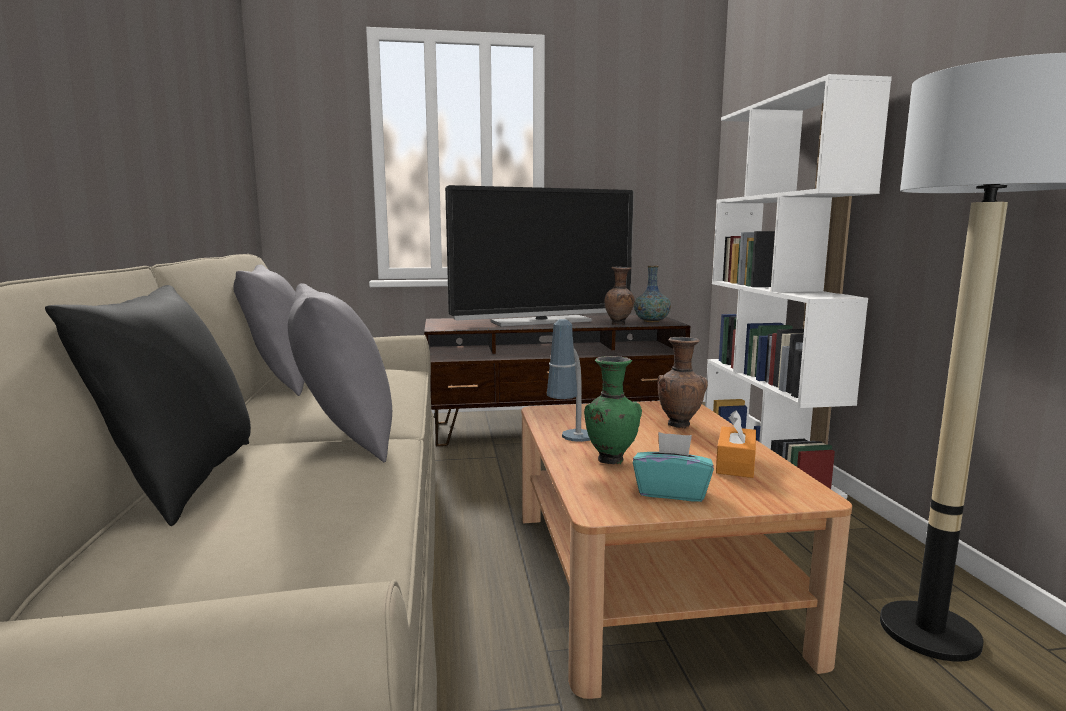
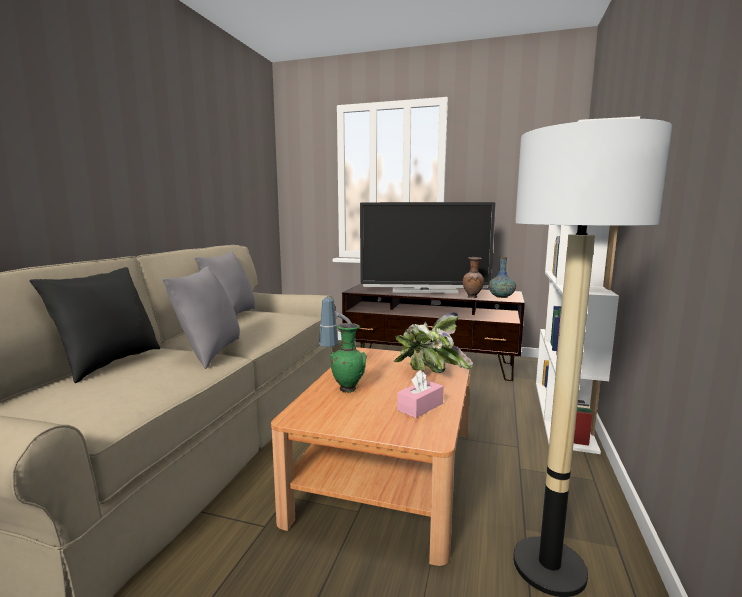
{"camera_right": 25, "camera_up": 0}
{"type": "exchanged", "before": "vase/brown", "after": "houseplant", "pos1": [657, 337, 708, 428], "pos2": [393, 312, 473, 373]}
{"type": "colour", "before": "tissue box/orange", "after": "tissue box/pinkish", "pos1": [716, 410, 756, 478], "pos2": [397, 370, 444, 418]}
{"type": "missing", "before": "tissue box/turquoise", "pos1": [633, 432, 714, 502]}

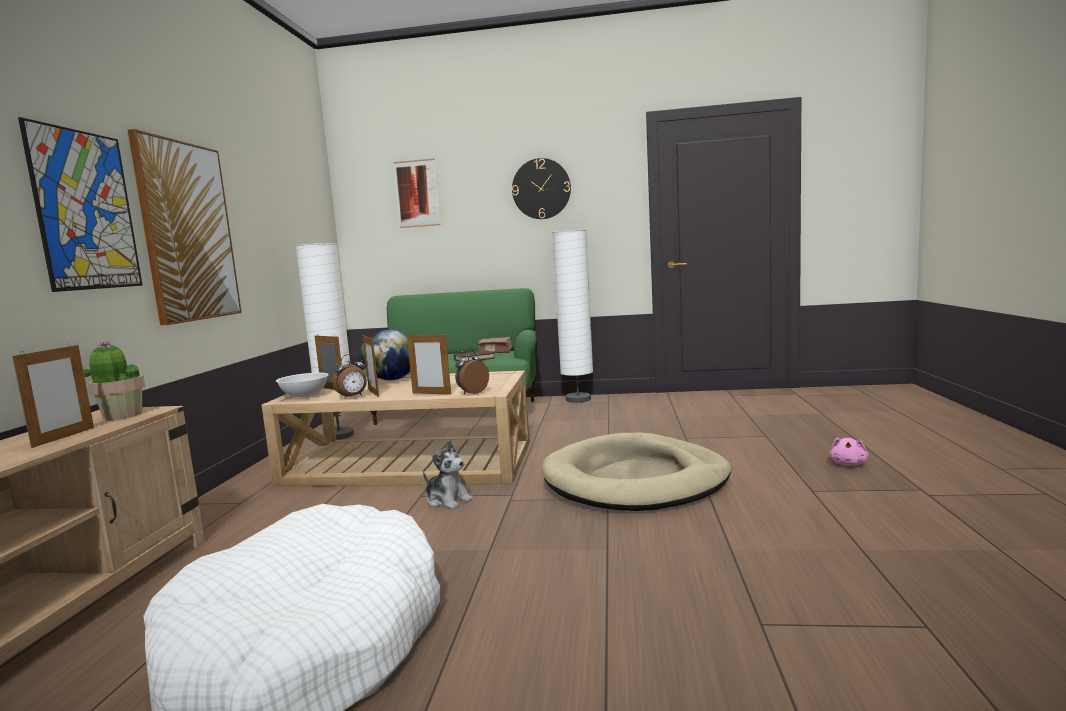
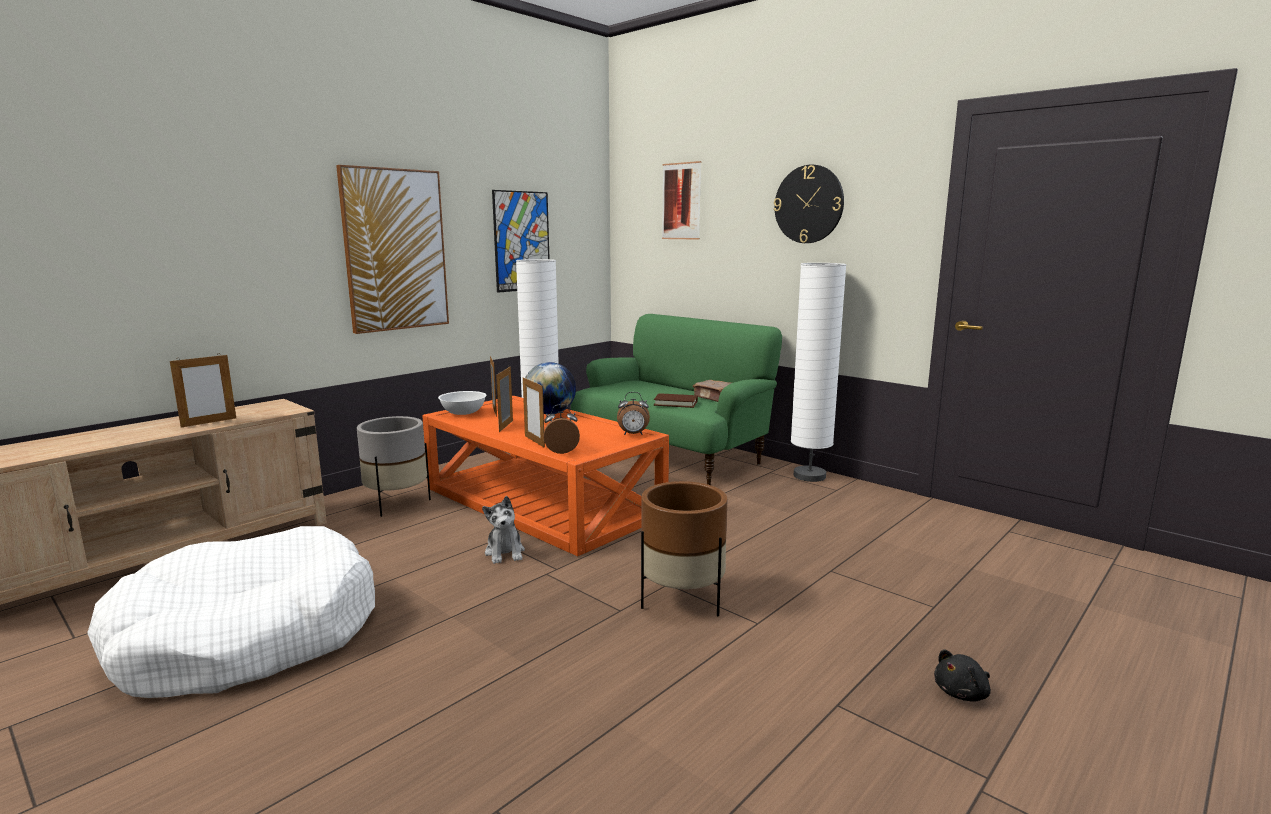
{"camera_right": 35, "camera_up": 5}
{"type": "relocated", "before": "wall art", "pos1": [18, 117, 143, 292], "pos2": [492, 190, 550, 293]}
{"type": "missing", "before": "houseplant", "pos1": [83, 341, 145, 420]}
{"type": "relocated", "before": "table clock", "pos1": [332, 354, 367, 399], "pos2": [617, 392, 650, 435]}
{"type": "colour", "before": "coffee table/beige", "after": "coffee table/orange", "pos1": [262, 371, 530, 487], "pos2": [422, 396, 669, 556]}
{"type": "exchanged", "before": "dog cushion/beige", "after": "flower pot/brown", "pos1": [542, 433, 731, 511], "pos2": [641, 481, 728, 617]}
{"type": "colour", "before": "soft toy/pinkish", "after": "soft toy/black-coloured", "pos1": [830, 437, 868, 466], "pos2": [934, 649, 991, 702]}
{"type": "appeared", "after": "flower pot/grey", "pos2": [357, 416, 431, 517]}

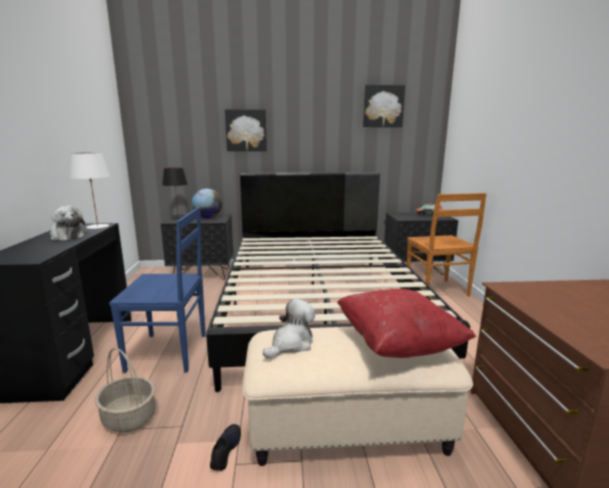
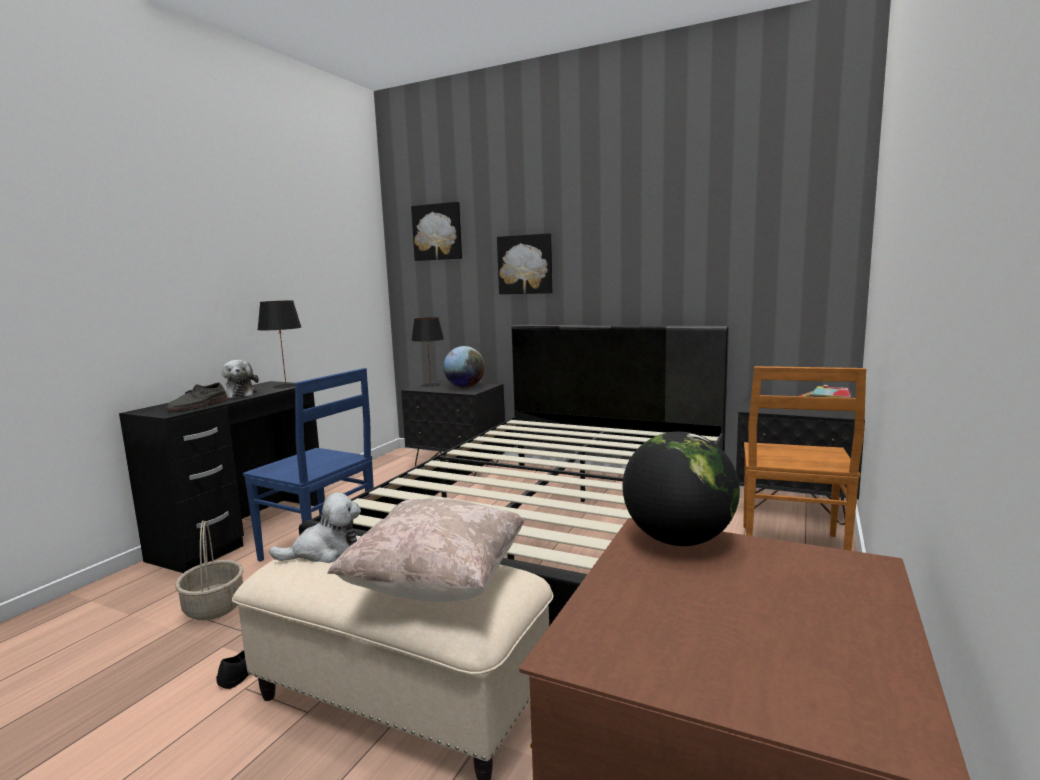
{"camera_right": 30, "camera_up": -5}
{"type": "relocated", "before": "wall art", "pos1": [363, 85, 405, 127], "pos2": [411, 202, 462, 261]}
{"type": "colour", "before": "tabletop lamp/whitish", "after": "tabletop lamp/black-coloured", "pos1": [69, 152, 110, 229], "pos2": [257, 300, 301, 389]}
{"type": "colour", "before": "throw pillow/red", "after": "throw pillow/beige", "pos1": [337, 289, 476, 358], "pos2": [327, 498, 524, 602]}
{"type": "appeared", "after": "low shoe/grey", "pos2": [165, 383, 228, 411]}
{"type": "appeared", "after": "desk globe", "pos2": [623, 432, 740, 546]}

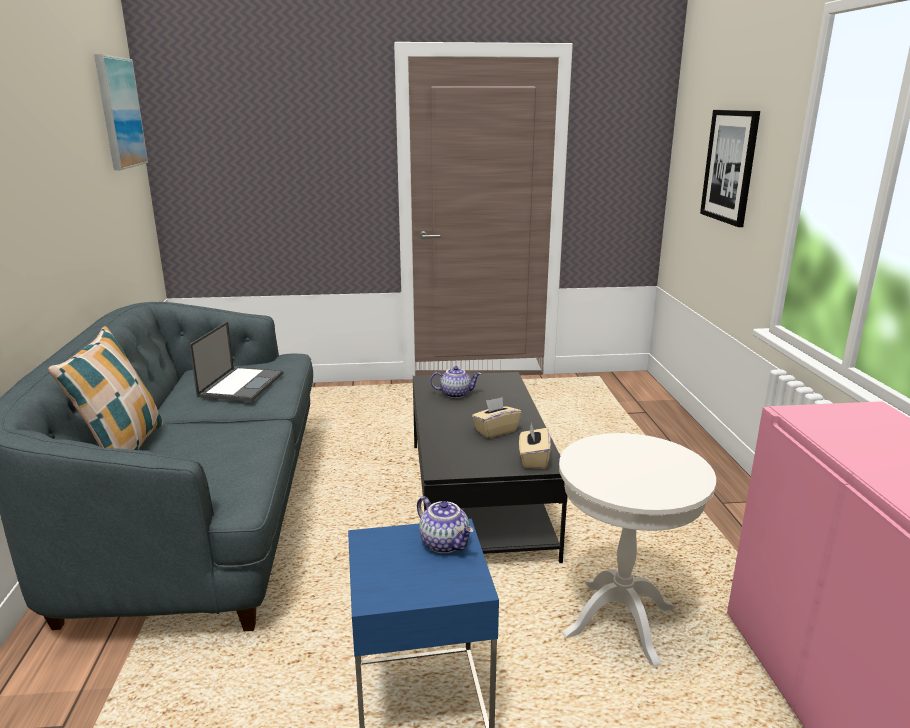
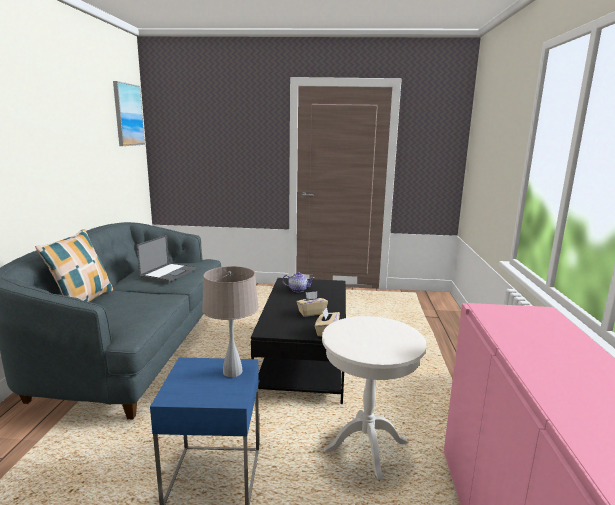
{"camera_right": 10, "camera_up": -5}
{"type": "missing", "before": "wall art", "pos1": [700, 110, 760, 227]}
{"type": "exchanged", "before": "pot for tea", "after": "tabletop lamp/beige", "pos1": [417, 496, 474, 554], "pos2": [202, 266, 259, 377]}

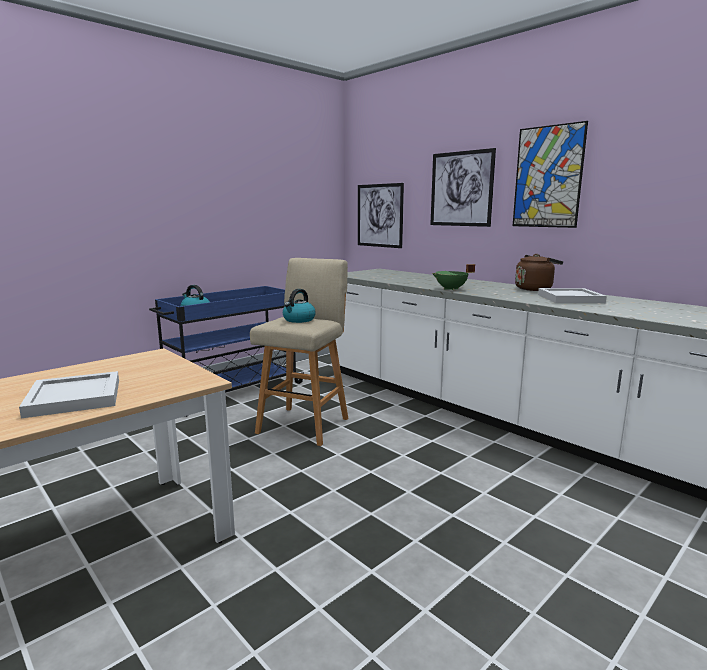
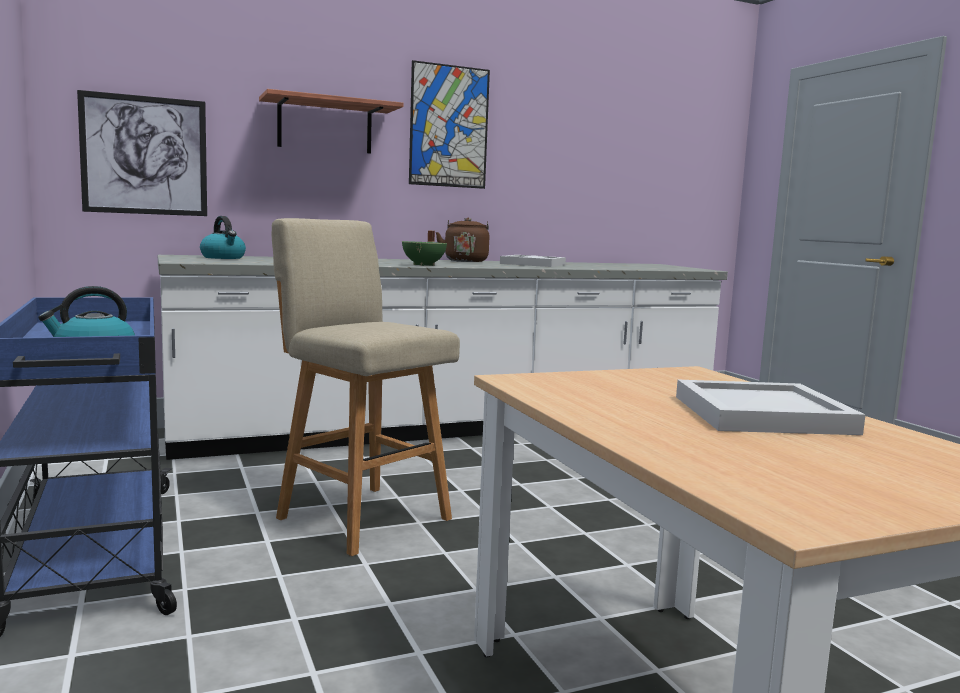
{"camera_right": -70, "camera_up": -5}
{"type": "exchanged", "before": "wall art", "after": "bracket shelf", "pos1": [430, 148, 496, 227], "pos2": [259, 89, 403, 154]}
{"type": "relocated", "before": "tea kettle", "pos1": [283, 289, 316, 323], "pos2": [200, 216, 246, 259]}

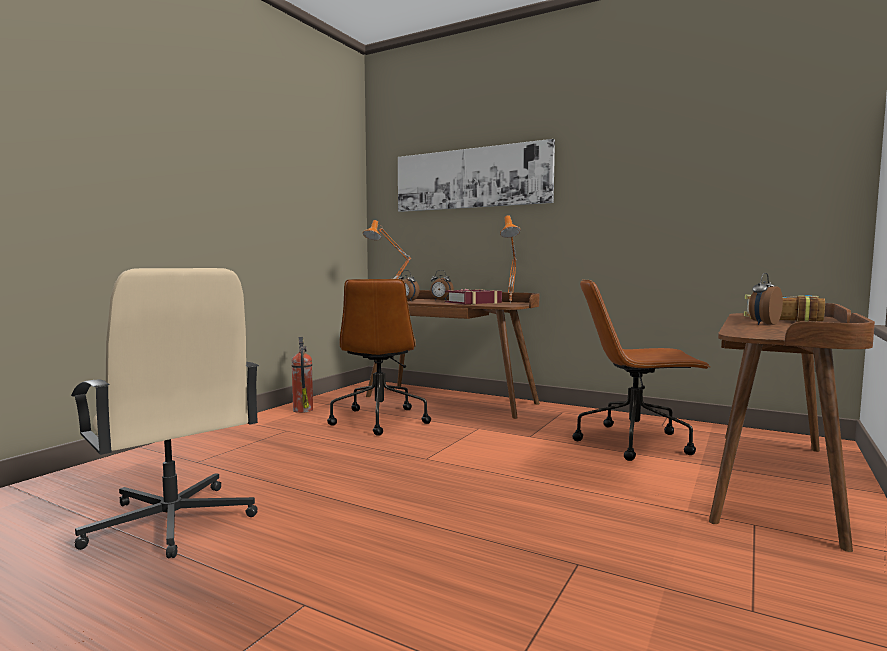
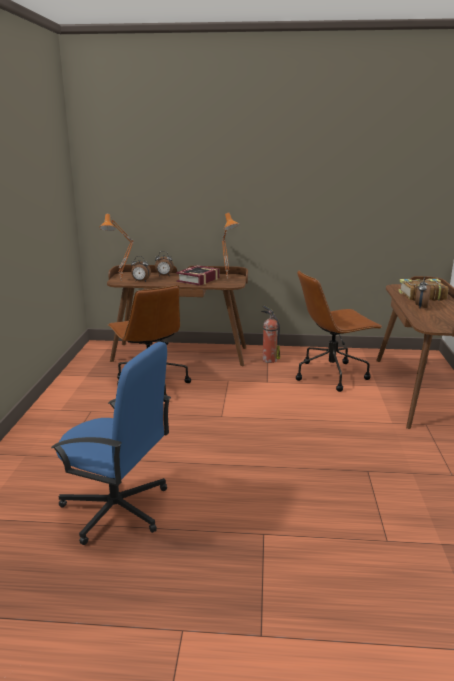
{"camera_right": -25, "camera_up": 15}
{"type": "missing", "before": "wall art", "pos1": [398, 139, 555, 212]}
{"type": "colour", "before": "computer chair/beige", "after": "computer chair/blue-coloured", "pos1": [71, 268, 259, 558], "pos2": [51, 342, 171, 545]}
{"type": "relocated", "before": "extinguisher", "pos1": [291, 337, 313, 413], "pos2": [261, 306, 280, 363]}

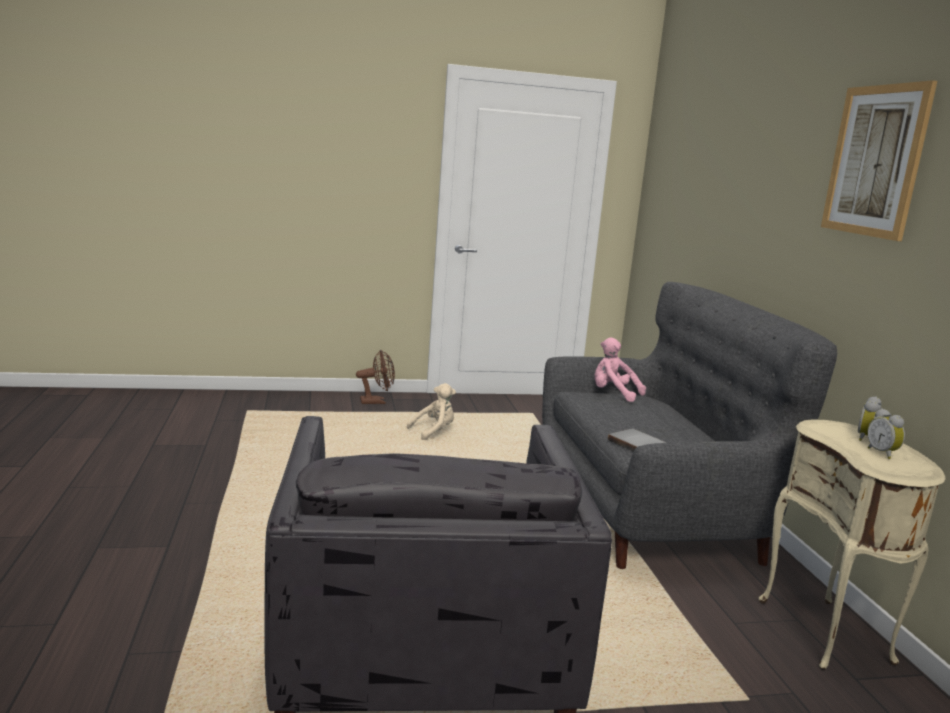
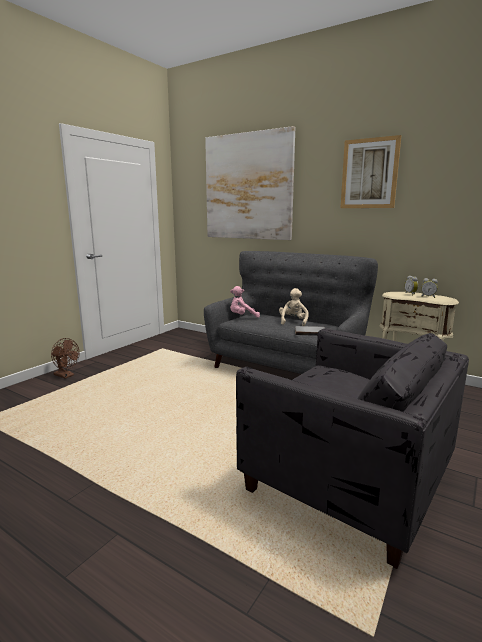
{"camera_right": -45, "camera_up": 0}
{"type": "spun", "before": "cooling fan/brown", "pos1": [356, 350, 395, 404], "pos2": [51, 338, 79, 379], "turn": 90}
{"type": "relocated", "before": "soft toy/beige", "pos1": [407, 383, 456, 440], "pos2": [279, 288, 309, 326]}
{"type": "appeared", "after": "wall art", "pos2": [205, 126, 295, 240]}

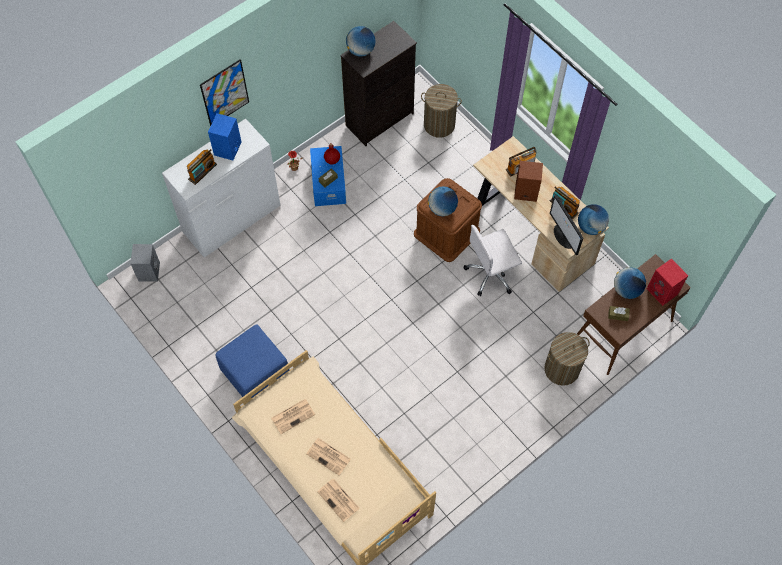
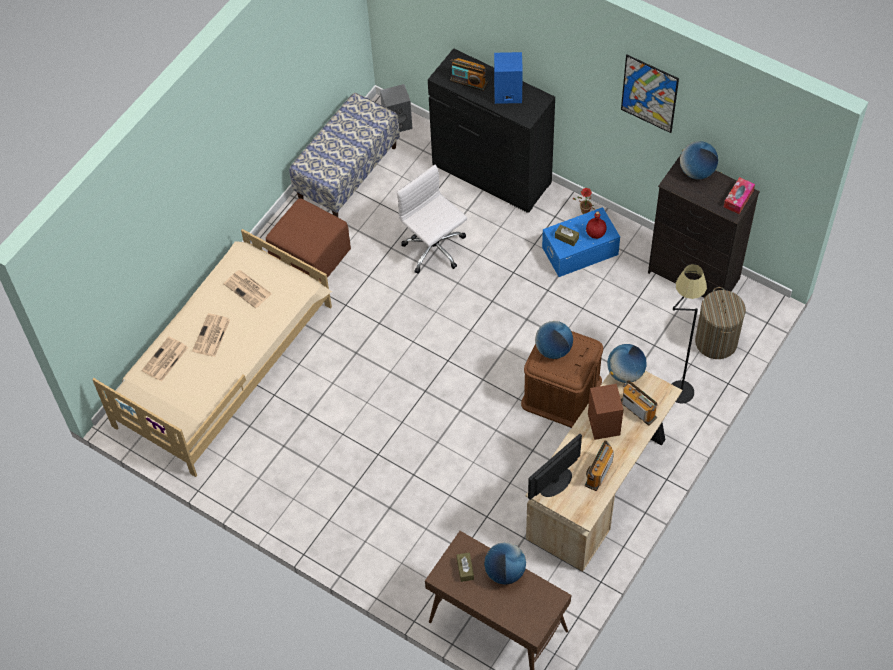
{"camera_right": 75, "camera_up": -5}
{"type": "relocated", "before": "wall art", "pos1": [200, 59, 249, 126], "pos2": [621, 55, 679, 133]}
{"type": "colour", "before": "dresser/whitish", "after": "dresser/black-coloured", "pos1": [162, 119, 281, 258], "pos2": [428, 48, 555, 213]}
{"type": "relocated", "before": "desk globe", "pos1": [578, 204, 609, 235], "pos2": [607, 344, 647, 383]}
{"type": "relocated", "before": "computer chair/whitish", "pos1": [464, 225, 522, 296], "pos2": [397, 165, 467, 274]}
{"type": "missing", "before": "loudspeaker/red", "pos1": [647, 258, 688, 306]}
{"type": "colour", "before": "ottoman/blue-coloured", "after": "ottoman/brown", "pos1": [215, 324, 289, 398], "pos2": [266, 199, 351, 281]}
{"type": "missing", "before": "hamper", "pos1": [544, 332, 590, 386]}
{"type": "appeared", "after": "indoor bench", "pos2": [289, 93, 400, 217]}
{"type": "appeared", "after": "tissue box", "pos2": [724, 177, 755, 214]}
{"type": "appeared", "after": "standard lamp/black-coloured", "pos2": [672, 264, 707, 404]}

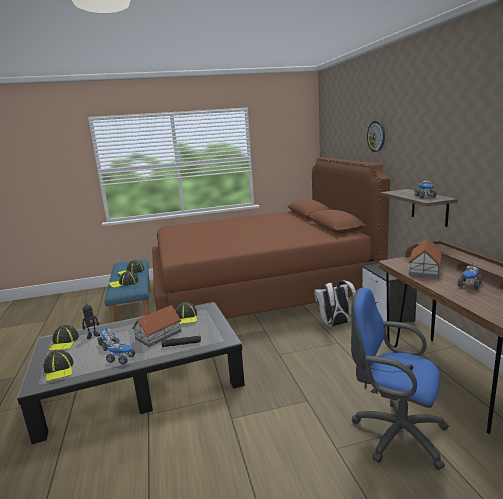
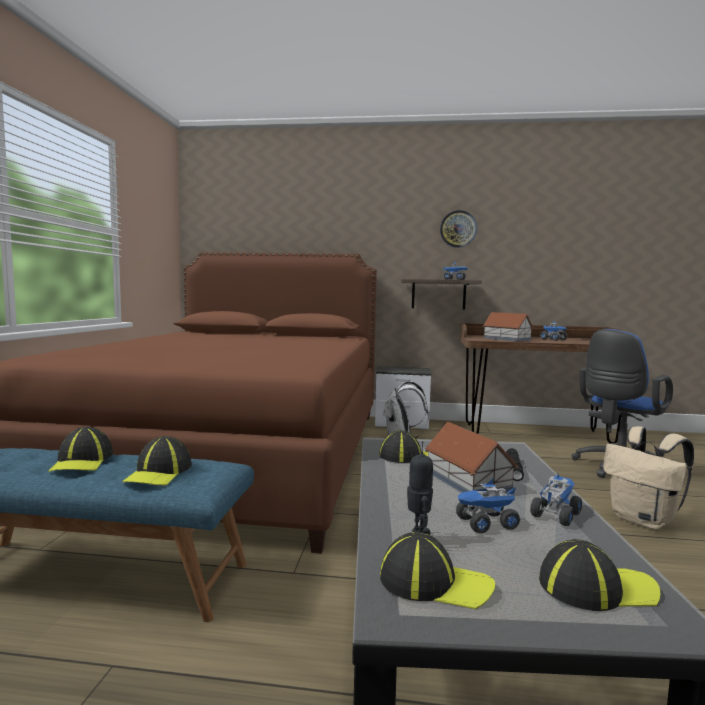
{"camera_right": -70, "camera_up": -10}
{"type": "relocated", "before": "clock on the wall", "pos1": [367, 121, 385, 152], "pos2": [440, 210, 477, 248]}
{"type": "appeared", "after": "backpack/beige", "pos2": [603, 426, 694, 530]}

